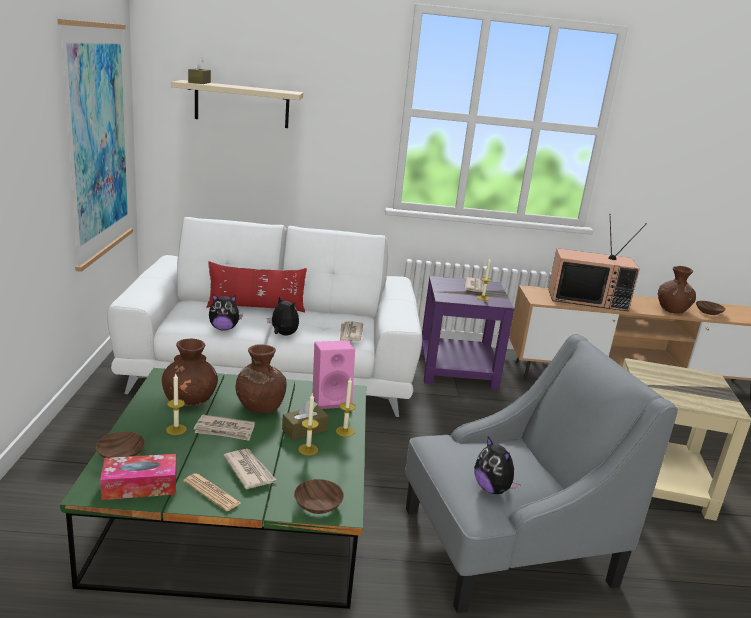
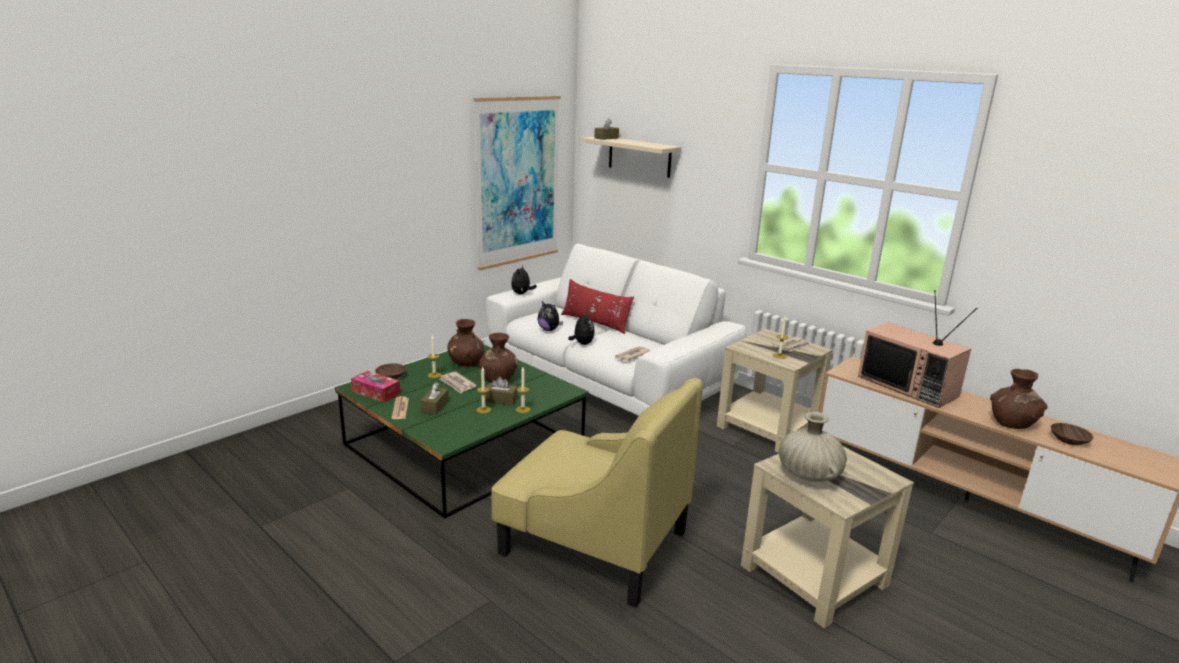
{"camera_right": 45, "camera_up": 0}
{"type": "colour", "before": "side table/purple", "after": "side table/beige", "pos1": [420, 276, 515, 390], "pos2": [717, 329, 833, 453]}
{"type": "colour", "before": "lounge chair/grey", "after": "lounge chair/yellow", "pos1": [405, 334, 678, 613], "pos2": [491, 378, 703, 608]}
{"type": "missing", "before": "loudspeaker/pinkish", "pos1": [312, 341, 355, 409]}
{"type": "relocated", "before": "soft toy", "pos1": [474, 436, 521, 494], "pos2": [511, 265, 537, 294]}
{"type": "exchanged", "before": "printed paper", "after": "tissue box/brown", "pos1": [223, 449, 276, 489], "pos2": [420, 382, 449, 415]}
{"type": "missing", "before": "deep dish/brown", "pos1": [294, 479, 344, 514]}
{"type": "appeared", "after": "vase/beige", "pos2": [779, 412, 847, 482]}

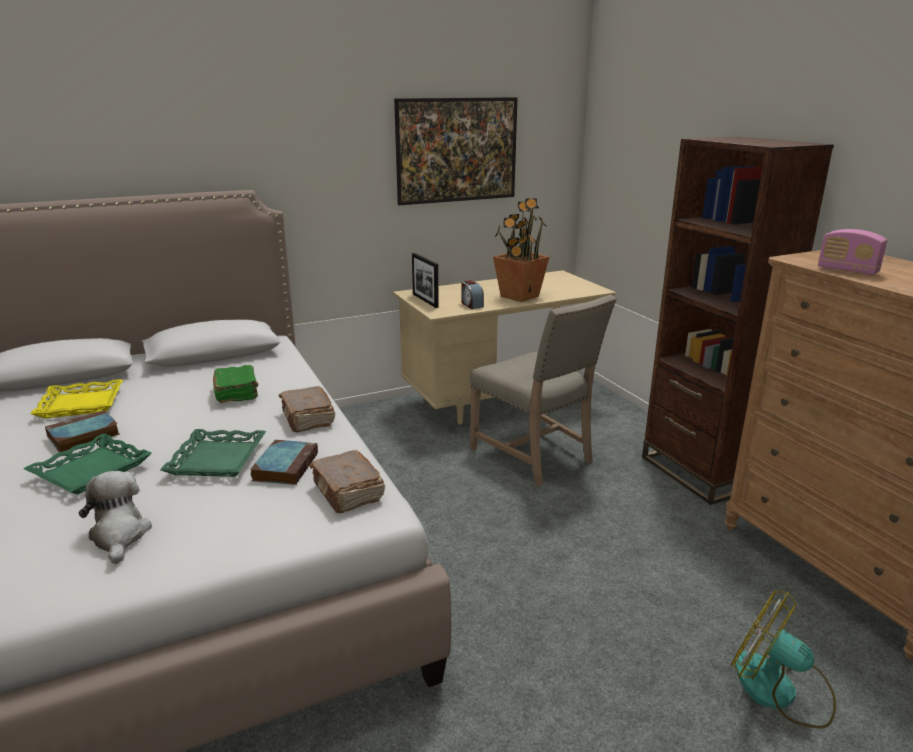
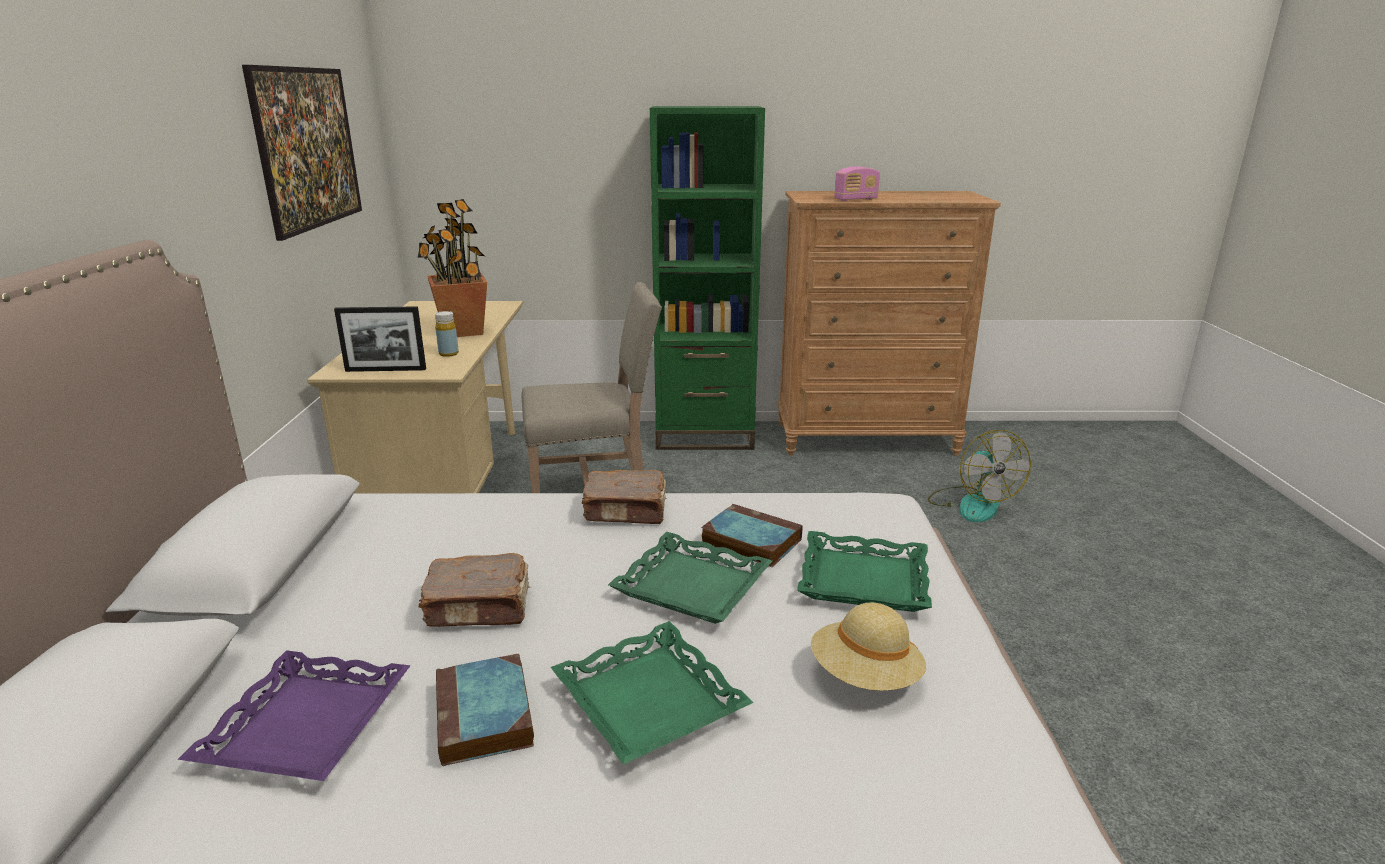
{"camera_right": -65, "camera_up": 0}
{"type": "colour", "before": "bookcase/brown", "after": "bookcase/greenish", "pos1": [642, 137, 834, 505], "pos2": [650, 106, 765, 450]}
{"type": "exchanged", "before": "table clock", "after": "drink bottle/yellow", "pos1": [462, 280, 484, 309], "pos2": [435, 311, 459, 357]}
{"type": "missing", "before": "book/greenish", "pos1": [213, 365, 258, 403]}
{"type": "colour", "before": "carrying tray/yellow", "after": "carrying tray/purple", "pos1": [30, 379, 123, 418], "pos2": [178, 650, 411, 781]}
{"type": "relocated", "before": "book/brown", "pos1": [309, 450, 385, 513], "pos2": [419, 553, 531, 627]}
{"type": "exchanged", "before": "soft toy", "after": "hat/beige", "pos1": [79, 471, 152, 564], "pos2": [811, 603, 926, 691]}
{"type": "spun", "before": "cooling fan", "pos1": [731, 590, 836, 728], "pos2": [928, 430, 1031, 522], "turn": -75}
{"type": "appeared", "after": "carrying tray/greenish", "pos2": [797, 531, 932, 612]}

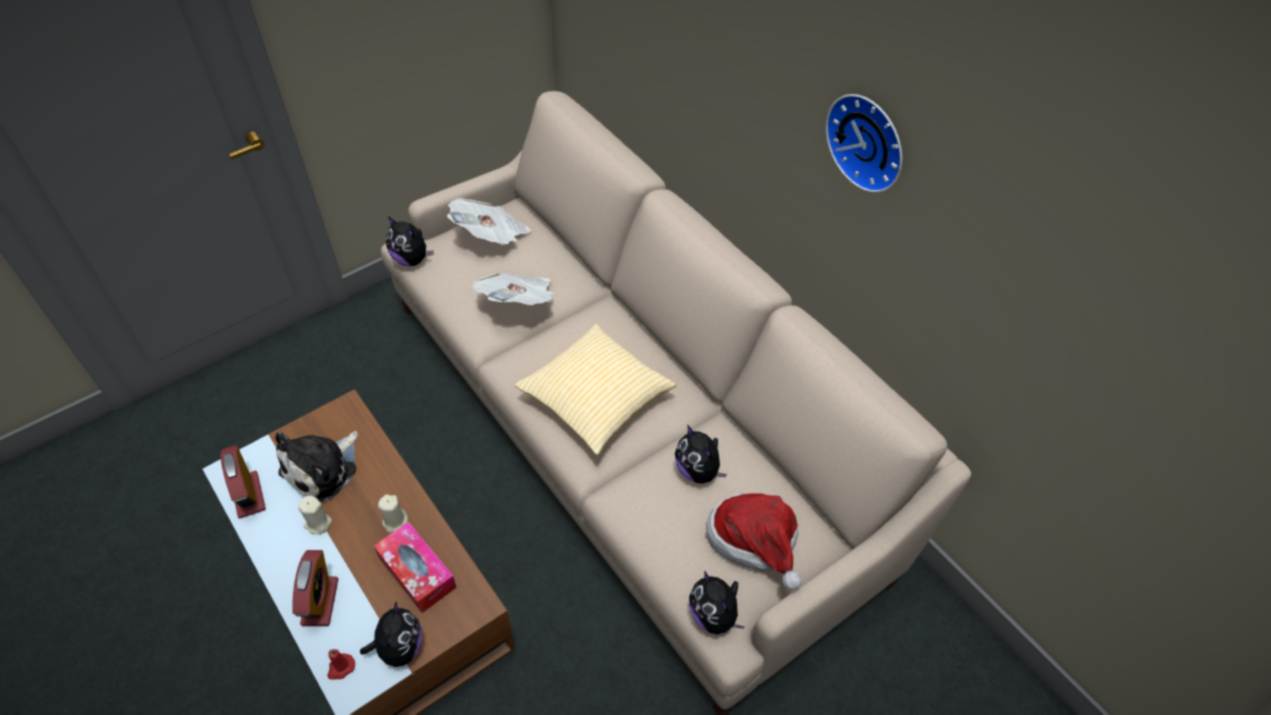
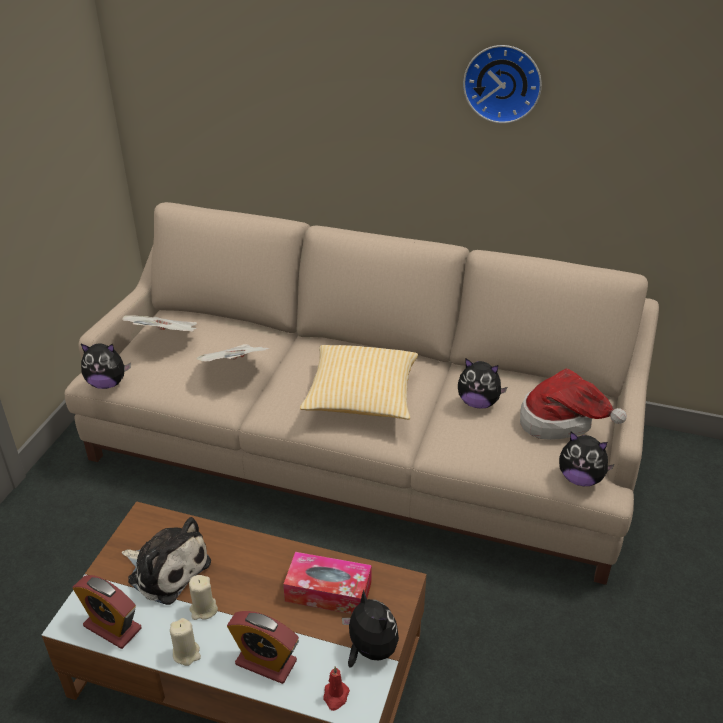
{"camera_right": -35, "camera_up": -15}
{"type": "spun", "before": "soft toy", "pos1": [275, 431, 358, 502], "pos2": [121, 517, 211, 605], "turn": -60}
{"type": "relocated", "before": "candle/beige", "pos1": [378, 494, 408, 533], "pos2": [170, 618, 201, 666]}
{"type": "spun", "before": "table clock", "pos1": [292, 550, 338, 626], "pos2": [227, 611, 299, 684], "turn": 150}

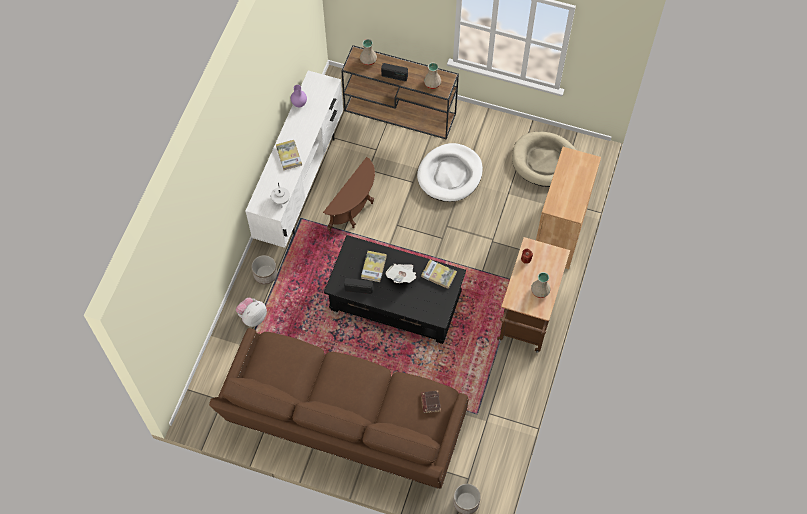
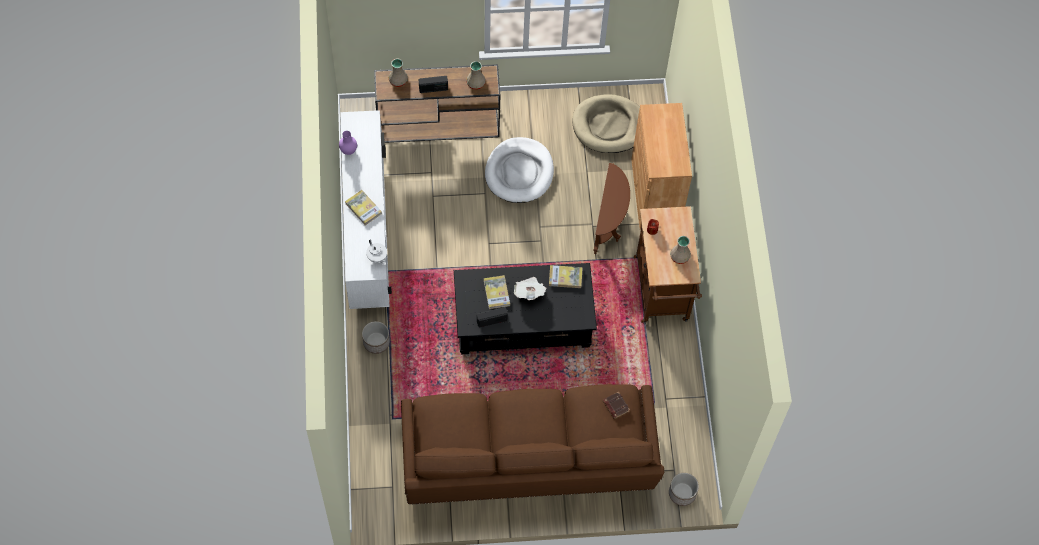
{"camera_right": -25, "camera_up": 0}
{"type": "relocated", "before": "side table/brown", "pos1": [323, 157, 375, 232], "pos2": [594, 163, 630, 254]}
{"type": "missing", "before": "soft toy", "pos1": [236, 297, 267, 327]}

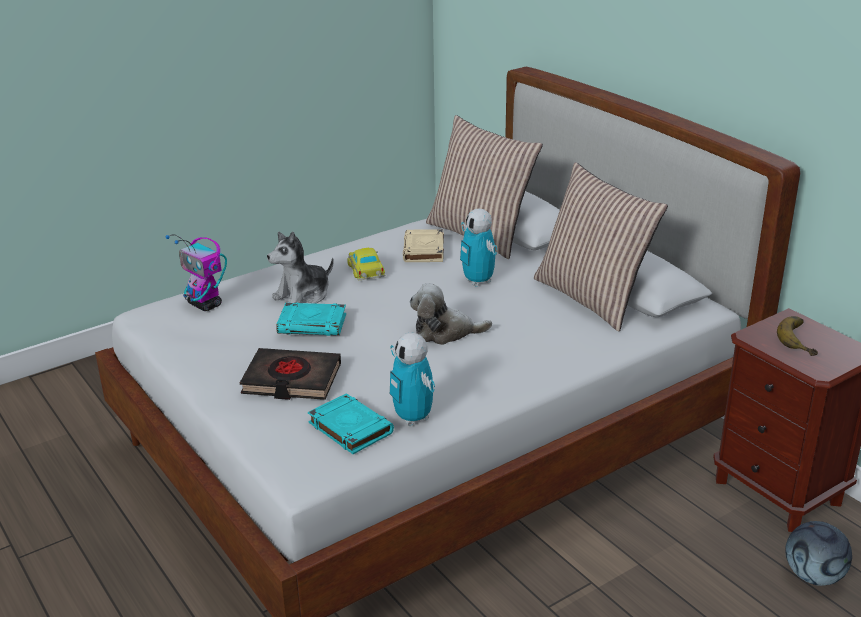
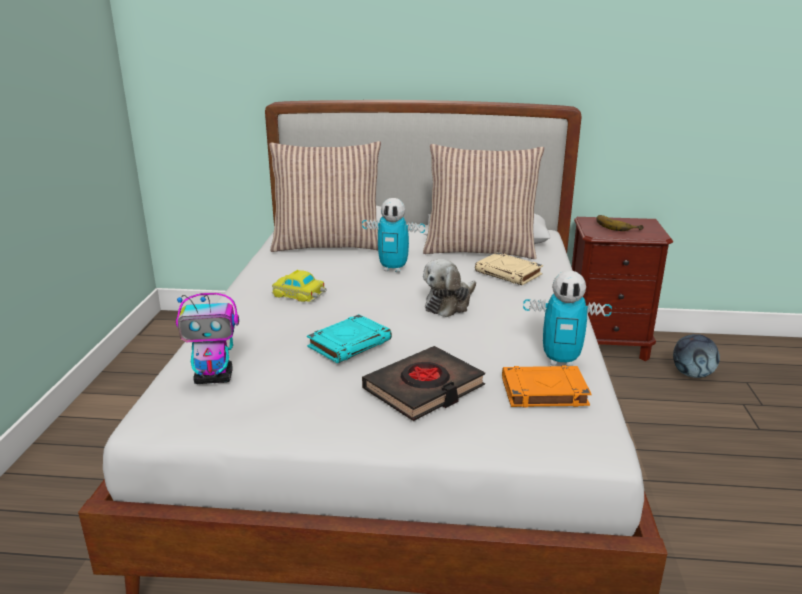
{"camera_right": -50, "camera_up": -5}
{"type": "relocated", "before": "book/beige", "pos1": [403, 229, 444, 262], "pos2": [475, 252, 543, 285]}
{"type": "missing", "before": "soft toy", "pos1": [267, 231, 334, 304]}
{"type": "colour", "before": "book/turquoise", "after": "book/orange", "pos1": [308, 393, 394, 454], "pos2": [502, 365, 592, 408]}

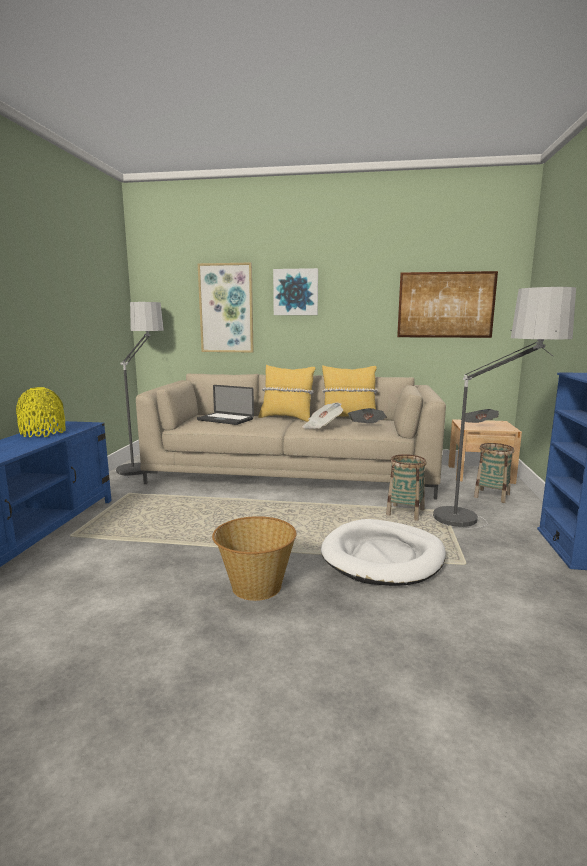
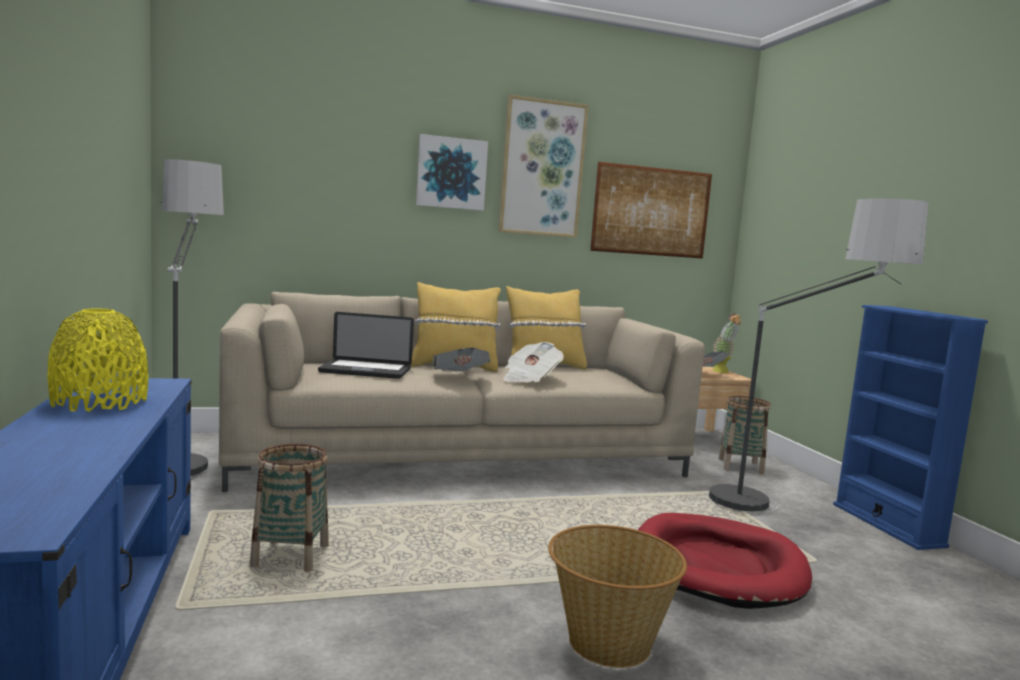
{"camera_right": -25, "camera_up": -5}
{"type": "relocated", "before": "wall art", "pos1": [198, 263, 254, 352], "pos2": [498, 95, 589, 238]}
{"type": "relocated", "before": "printed paper", "pos1": [348, 408, 387, 423], "pos2": [432, 348, 490, 371]}
{"type": "relocated", "before": "household basket", "pos1": [386, 454, 426, 520], "pos2": [250, 443, 329, 572]}
{"type": "colour", "before": "dog cushion/whitish", "after": "dog cushion/red", "pos1": [321, 519, 446, 586], "pos2": [638, 513, 812, 609]}
{"type": "appeared", "after": "houseplant", "pos2": [712, 313, 741, 373]}

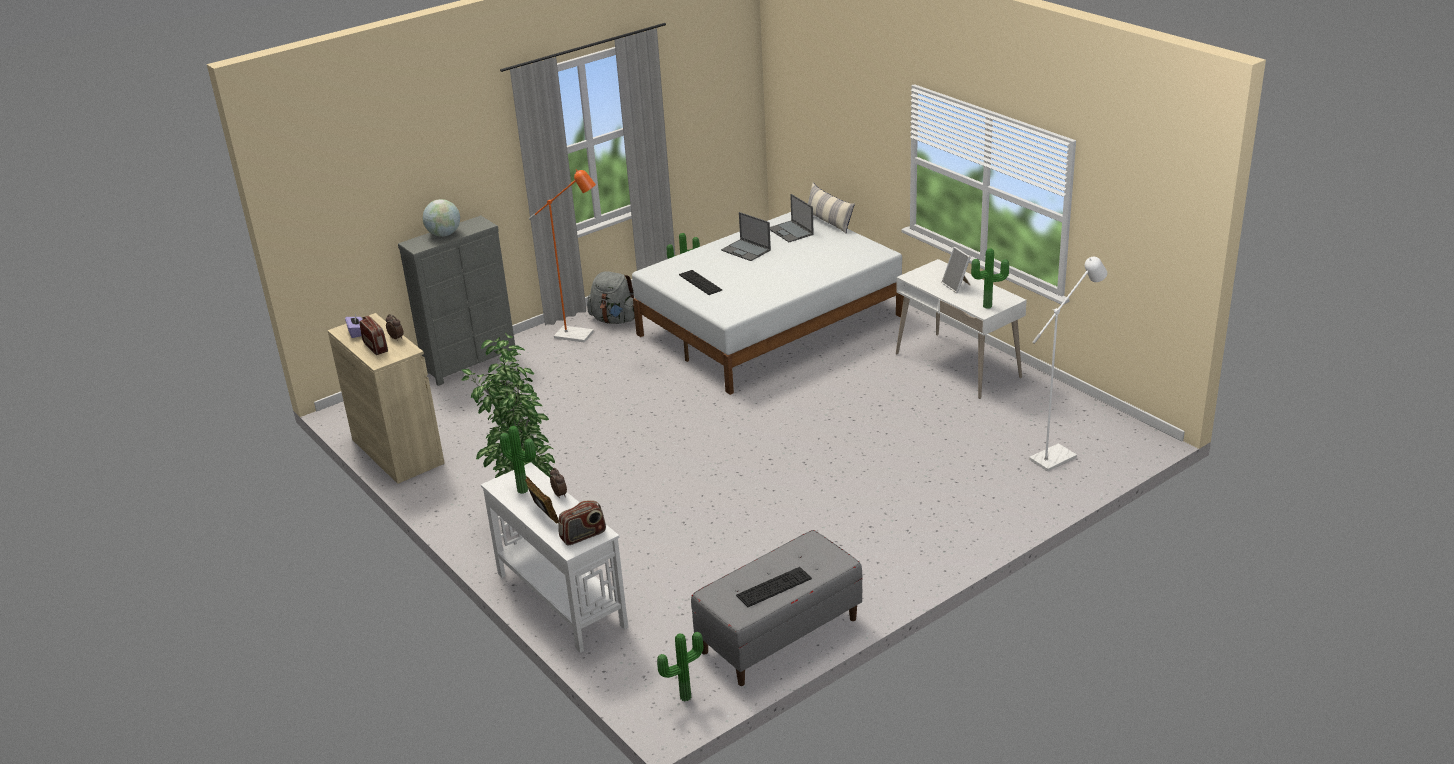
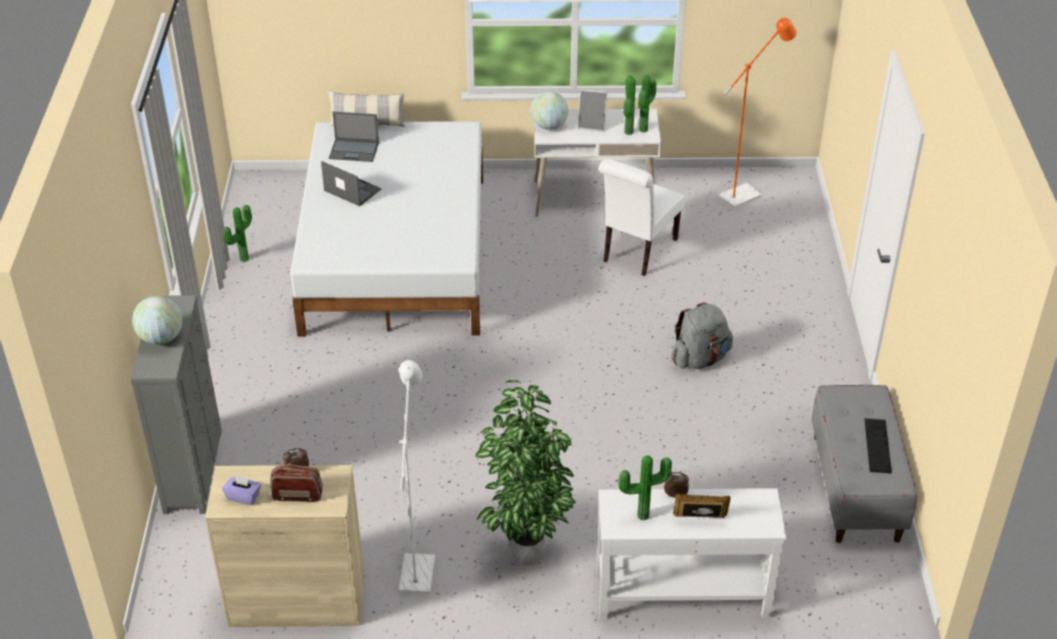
{"camera_right": -55, "camera_up": 10}
{"type": "relocated", "before": "standard lamp/orange", "pos1": [529, 169, 596, 343], "pos2": [719, 18, 797, 208]}
{"type": "spun", "before": "notebook computer", "pos1": [721, 212, 771, 261], "pos2": [321, 161, 381, 206], "turn": -135}
{"type": "relocated", "before": "standard lamp/whitish", "pos1": [1029, 257, 1107, 472], "pos2": [399, 360, 435, 594]}
{"type": "missing", "before": "keyboard", "pos1": [679, 270, 722, 295]}
{"type": "relocated", "before": "backpack/grey", "pos1": [587, 271, 635, 324], "pos2": [671, 302, 733, 369]}
{"type": "missing", "before": "radio receiver", "pos1": [558, 500, 606, 546]}
{"type": "relocated", "before": "houseplant", "pos1": [657, 632, 704, 701], "pos2": [624, 76, 636, 135]}
{"type": "appeared", "after": "desk globe", "pos2": [530, 91, 569, 130]}
{"type": "appeared", "after": "plain chair/whitish", "pos2": [599, 159, 685, 276]}

